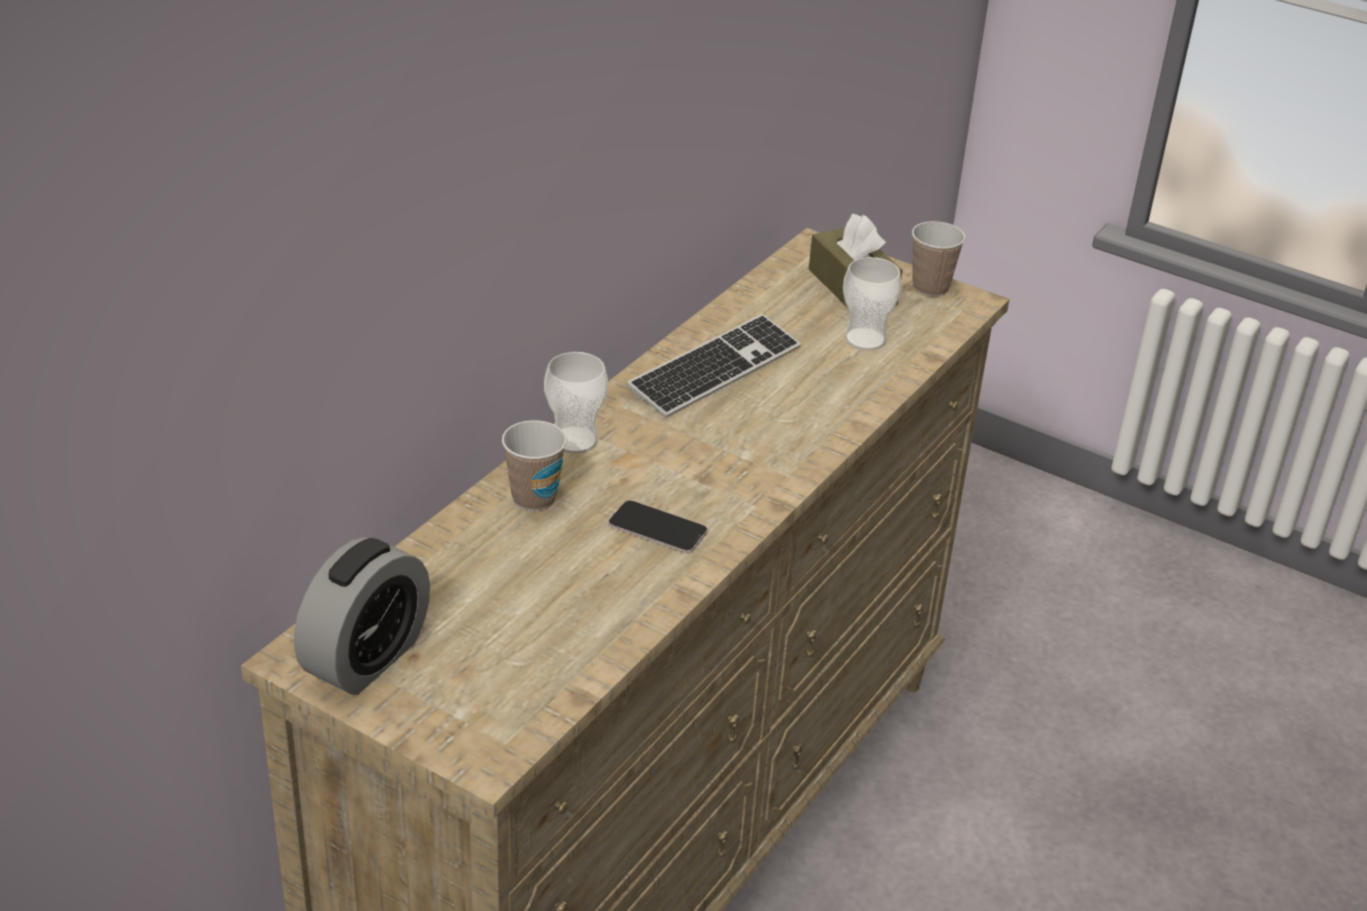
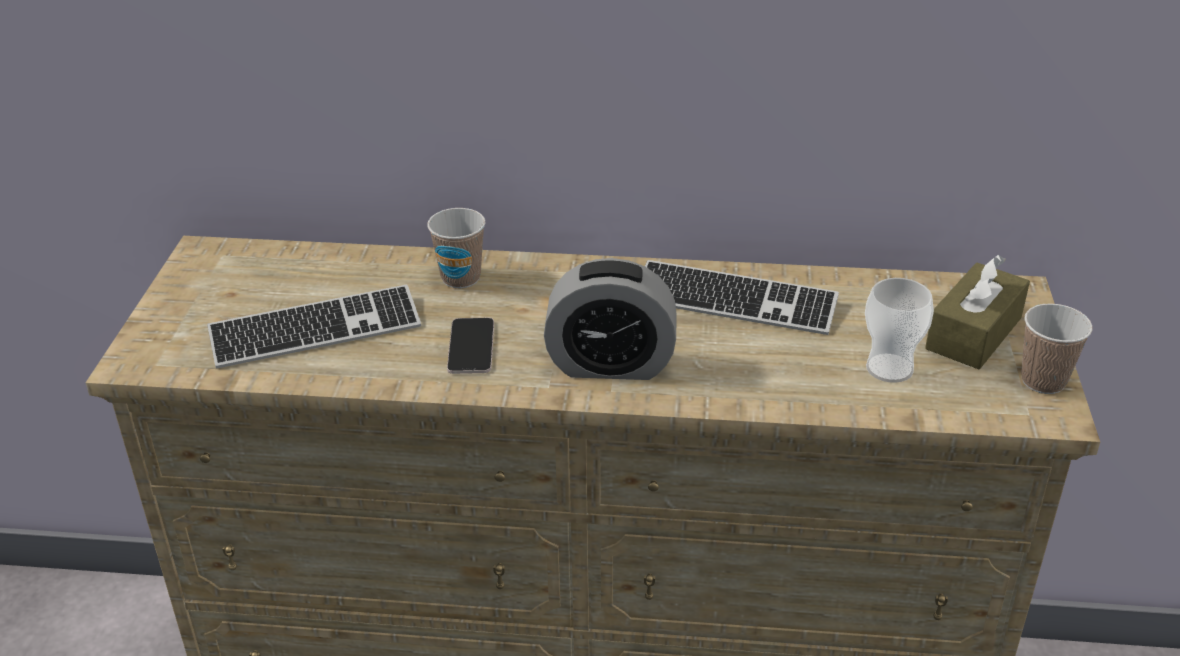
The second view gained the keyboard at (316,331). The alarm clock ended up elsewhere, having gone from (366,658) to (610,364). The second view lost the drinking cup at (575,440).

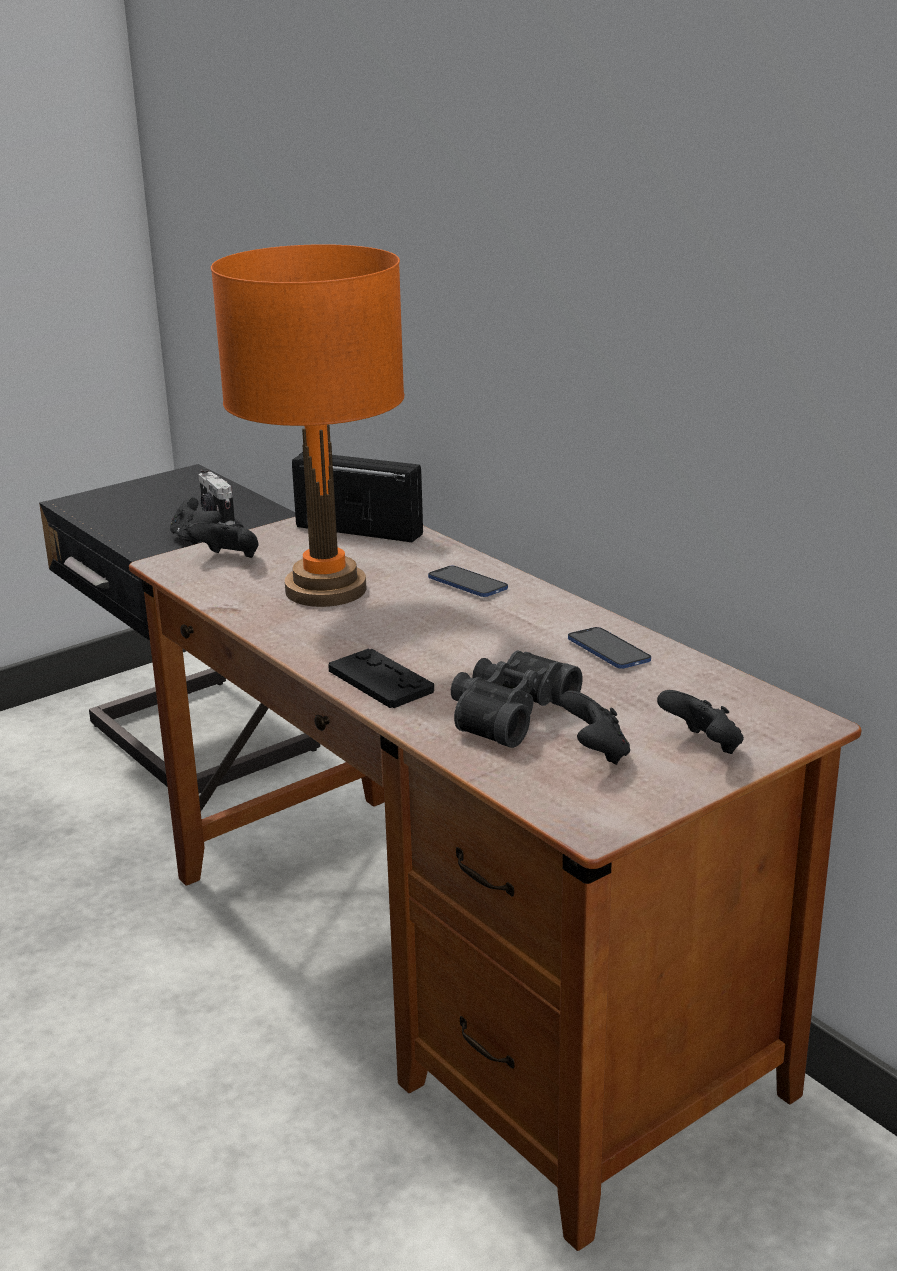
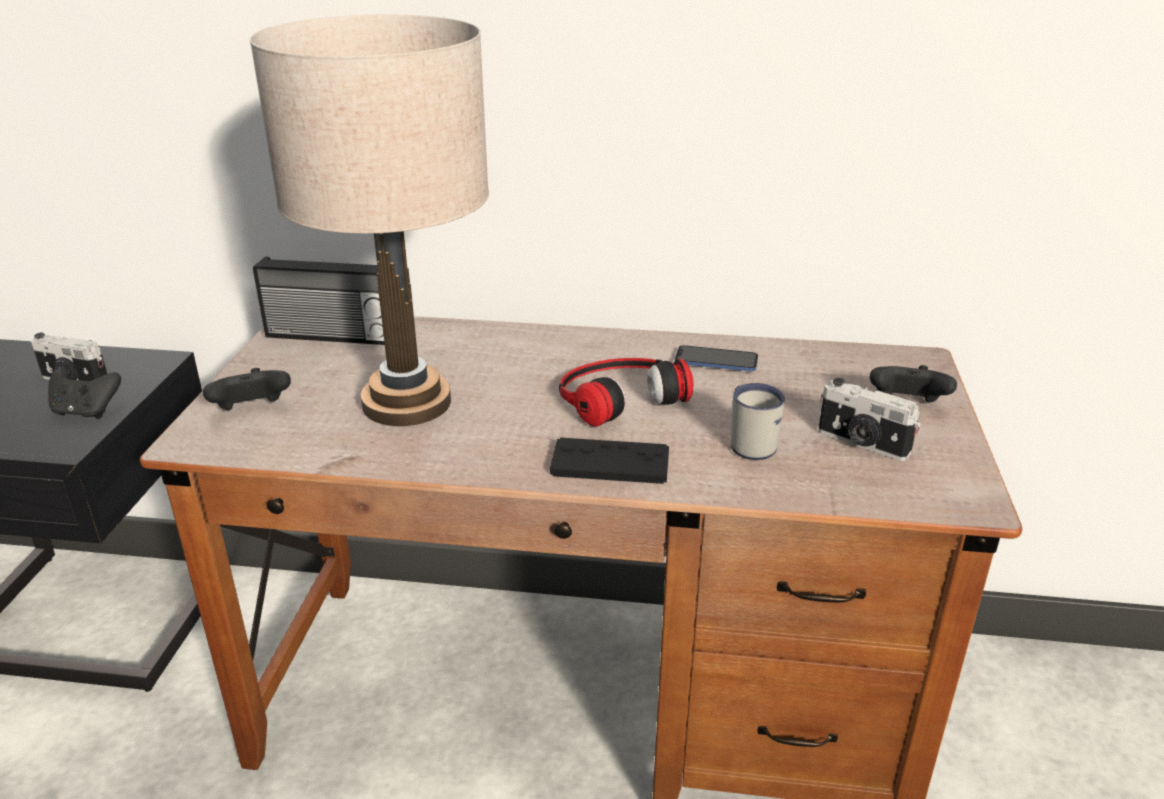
What was the orange tabletop lamp at (325,590) turned into the sand-coloured tabletop lamp at (406,403). The radio at (360,529) ended up facing another way, 150 degrees counterclockwise from before. The second view gained the headphones at (619,395). Where the blackish field glasses stood at (507,713), the whitish tea mug came to stand at (750,443). Where the blackish game controller stood at (596,752), the photo camera came to stand at (862,443). The second view lost the phone at (467,584).

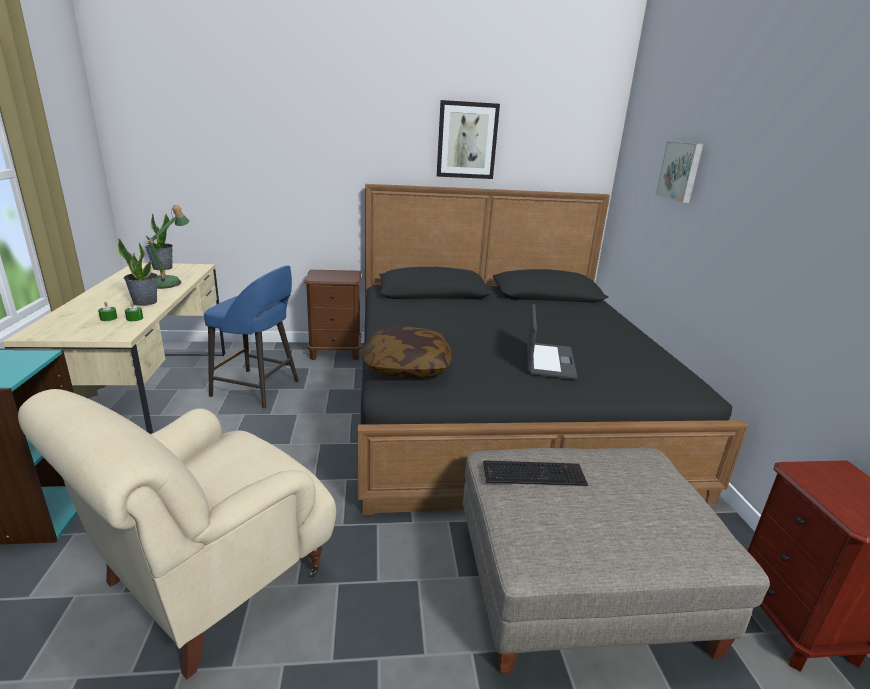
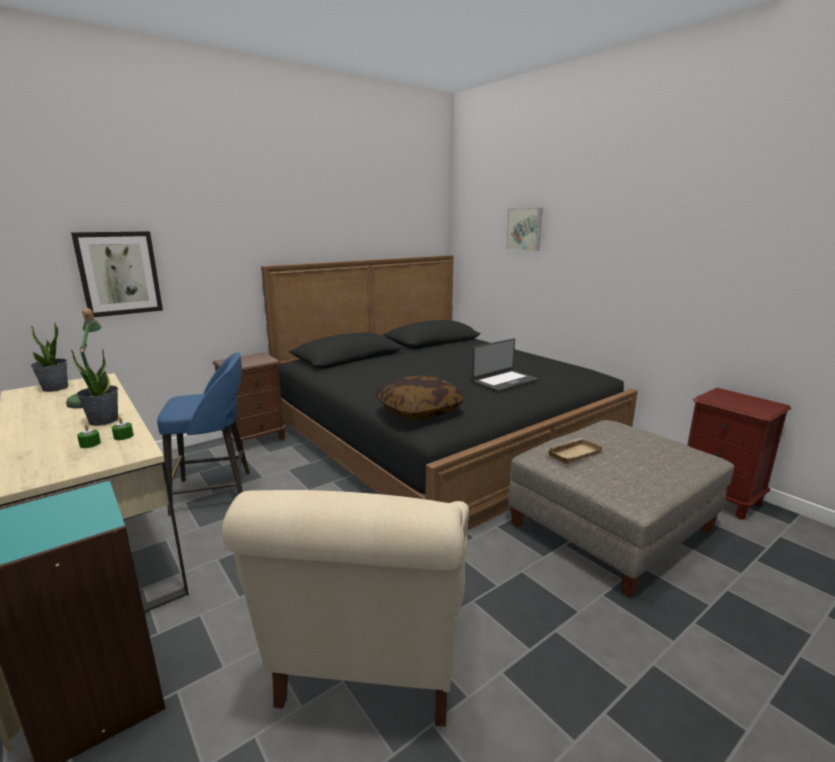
The wall art ended up elsewhere, having gone from (467,140) to (119,273). The portable computer at (548,361) ended up facing another way, 75 degrees clockwise from before. Where the keyboard stood at (534,473), the sand-coloured tray came to stand at (573,453).

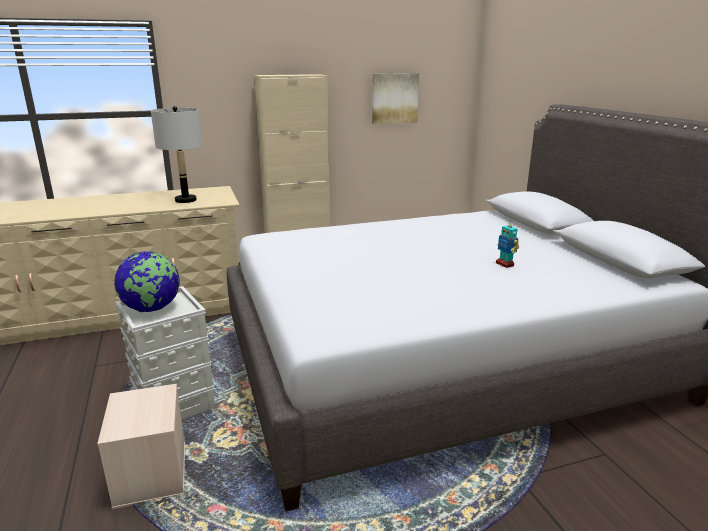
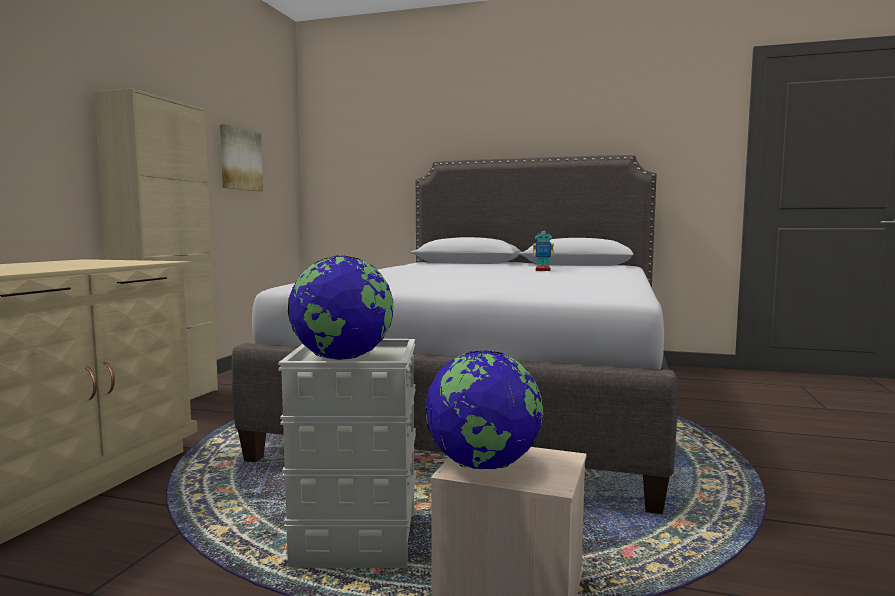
The second view gained the desk globe at (484,465). The second view lost the greyish tabletop lamp at (186,200).

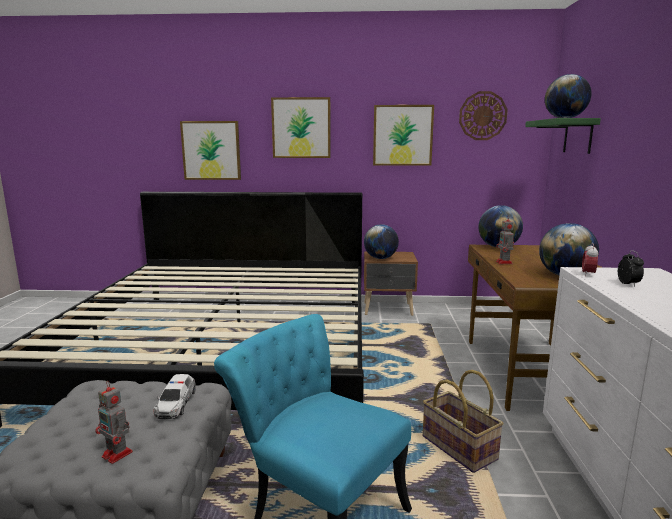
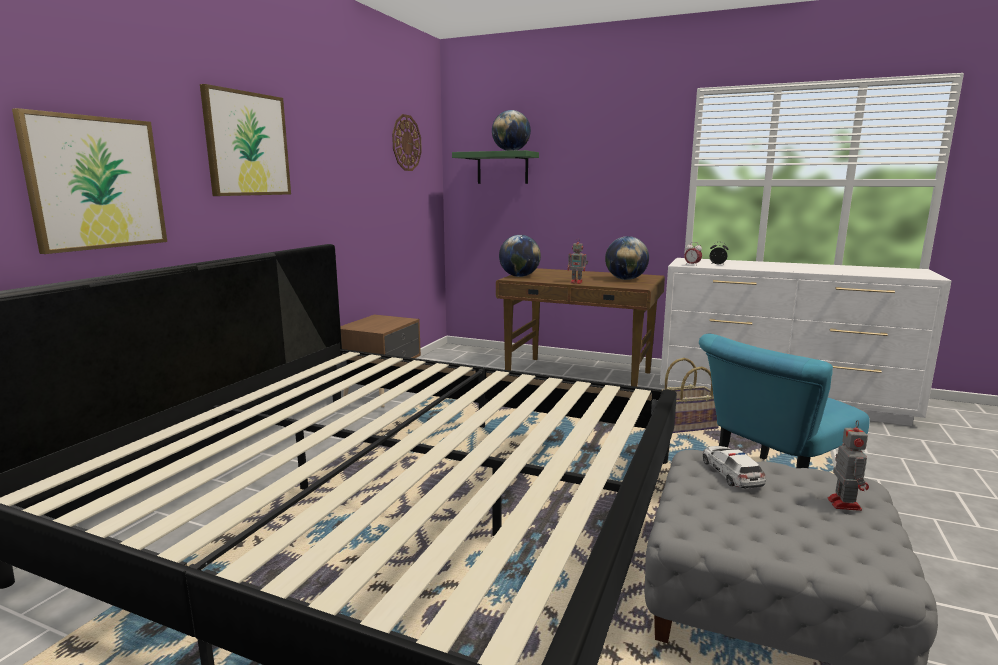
The miniature car at (175,403) ended up facing another way, 120 degrees counterclockwise from before. The robot figure at (118,455) ended up facing another way, 45 degrees counterclockwise from before. The second view lost the desk globe at (380,258). The second view lost the wall art at (402,135).

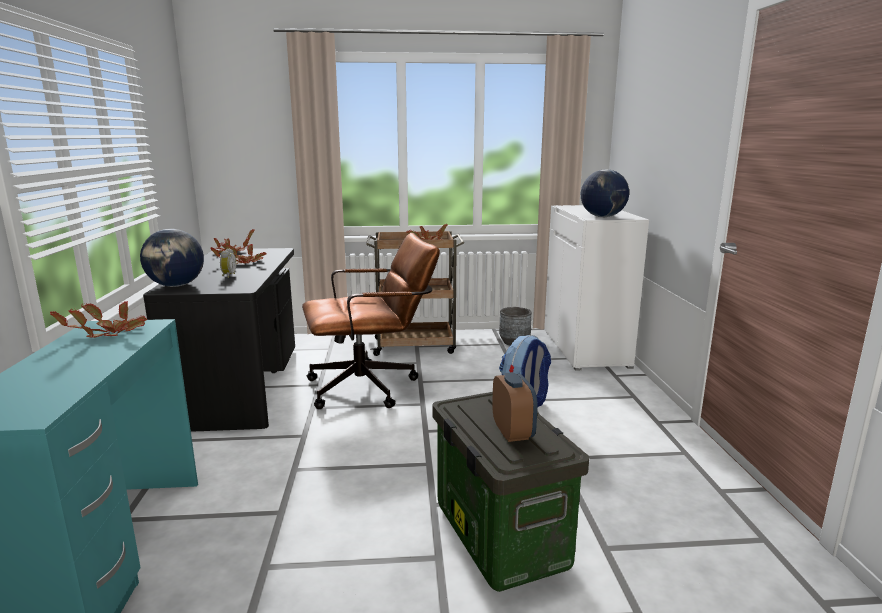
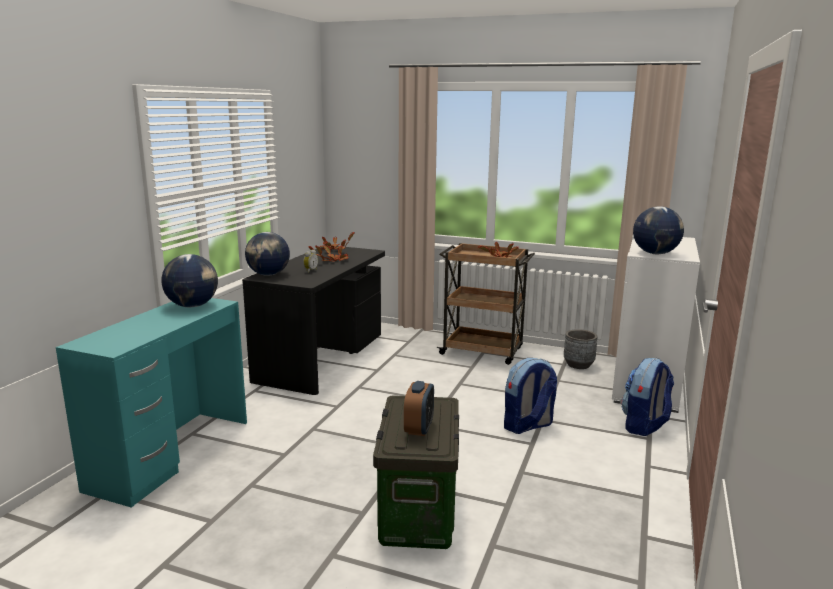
Where the houseplant stood at (110,333), the desk globe came to stand at (193,306). The second view gained the rucksack at (644,426). The second view lost the brown desk chair at (372,386).

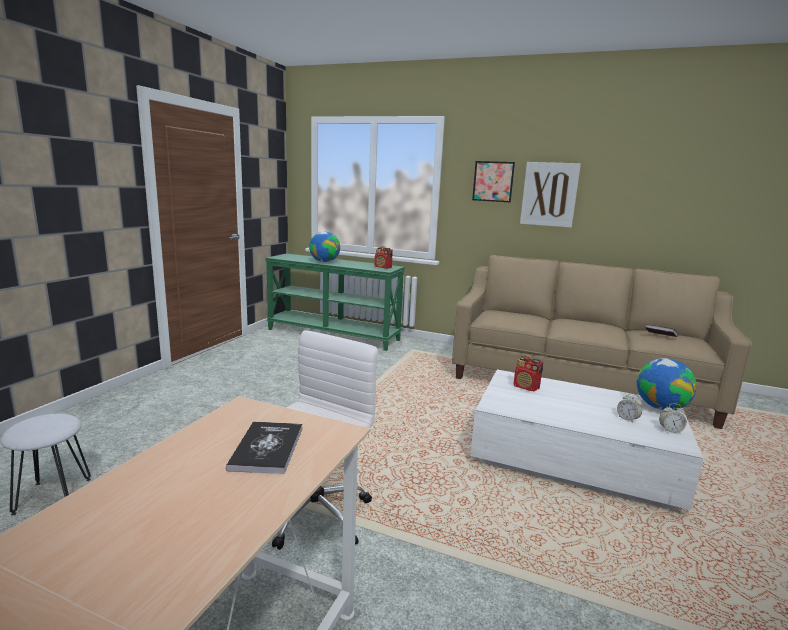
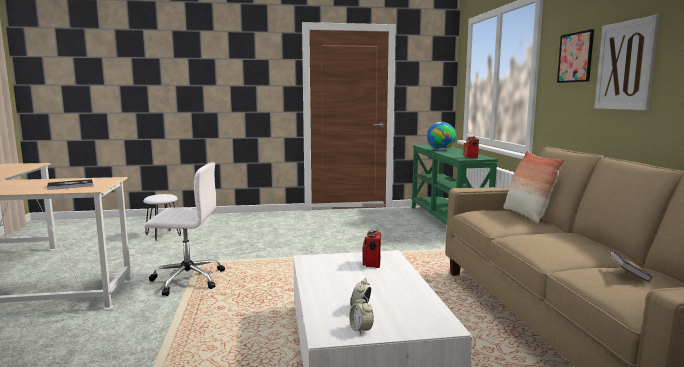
The second view gained the pillow at (527,215). The second view lost the desk globe at (660,407).

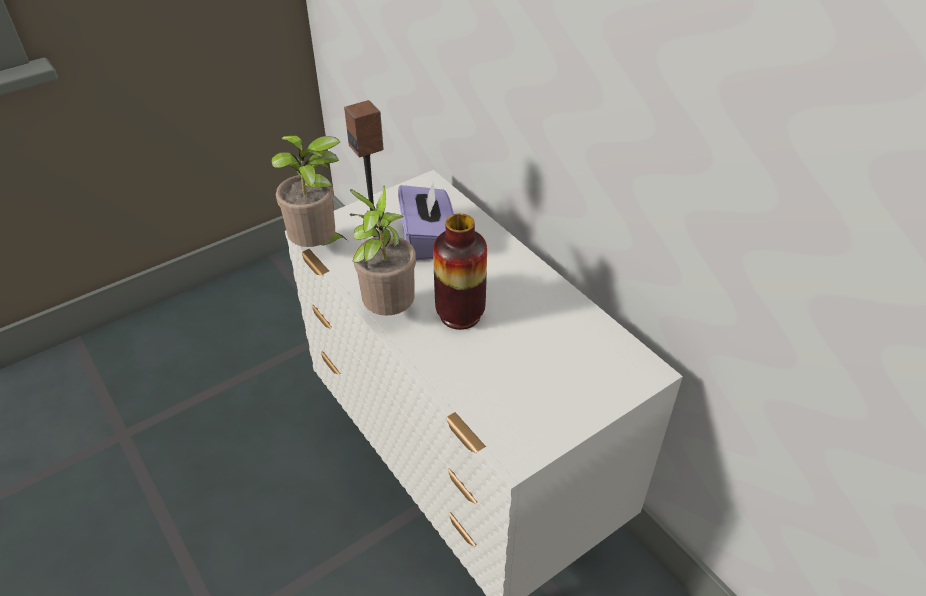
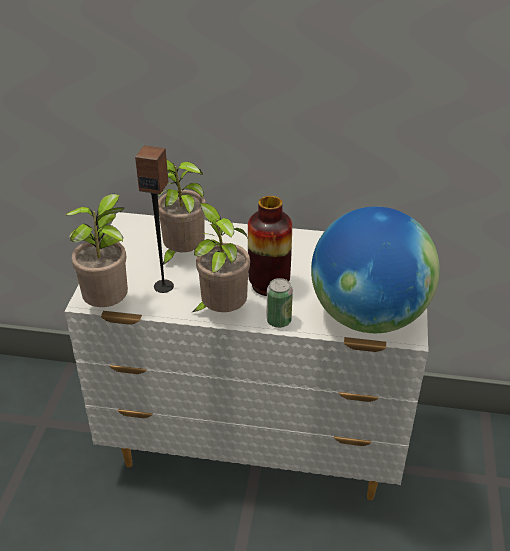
Where the purple tissue holder stood at (428,240), the houseplant came to stand at (182,255). The second view gained the metal can at (278,321). The second view gained the desk globe at (367,316).

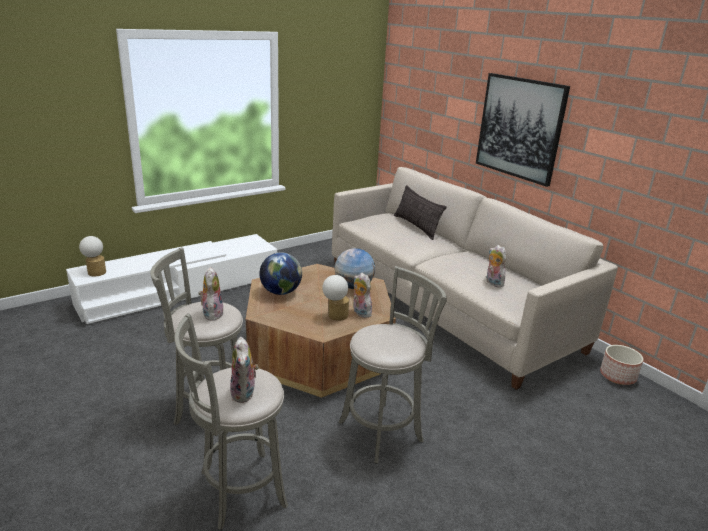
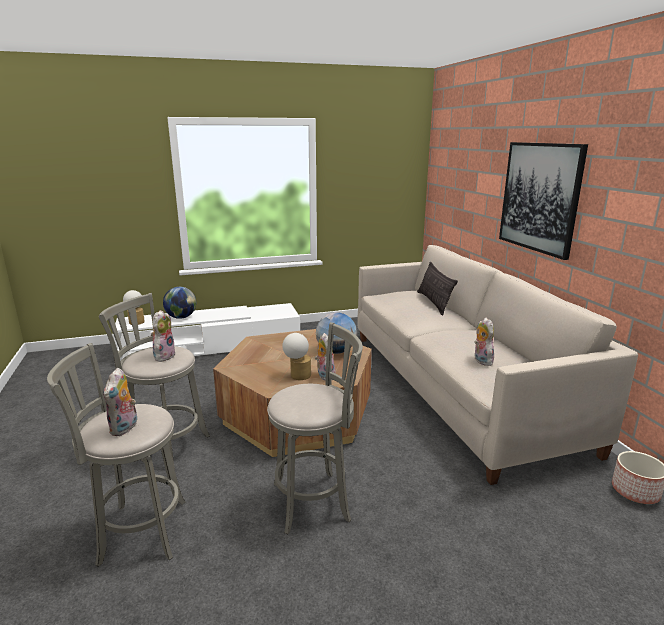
The desk globe ended up elsewhere, having gone from (281,292) to (181,317).

